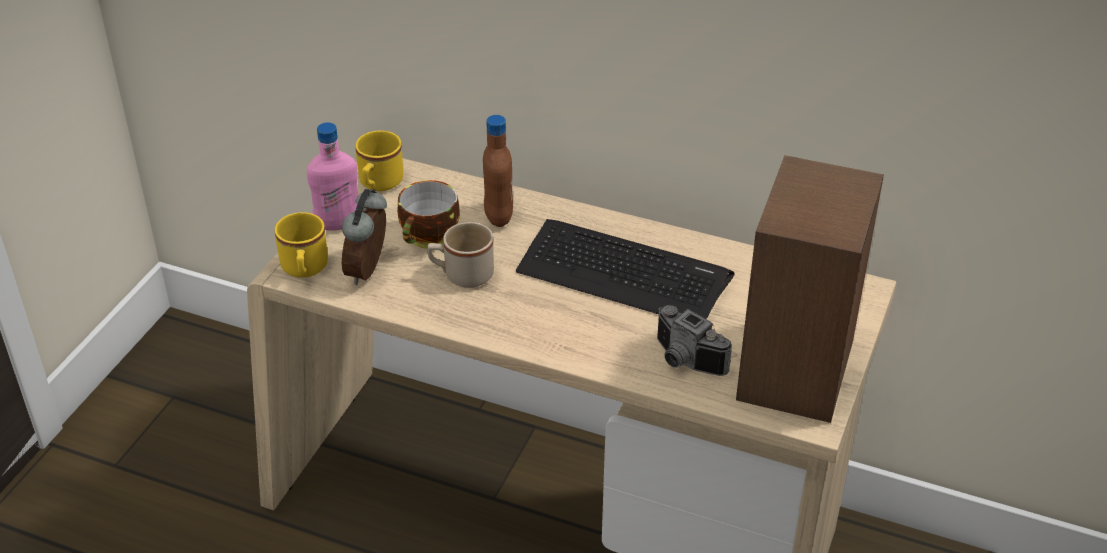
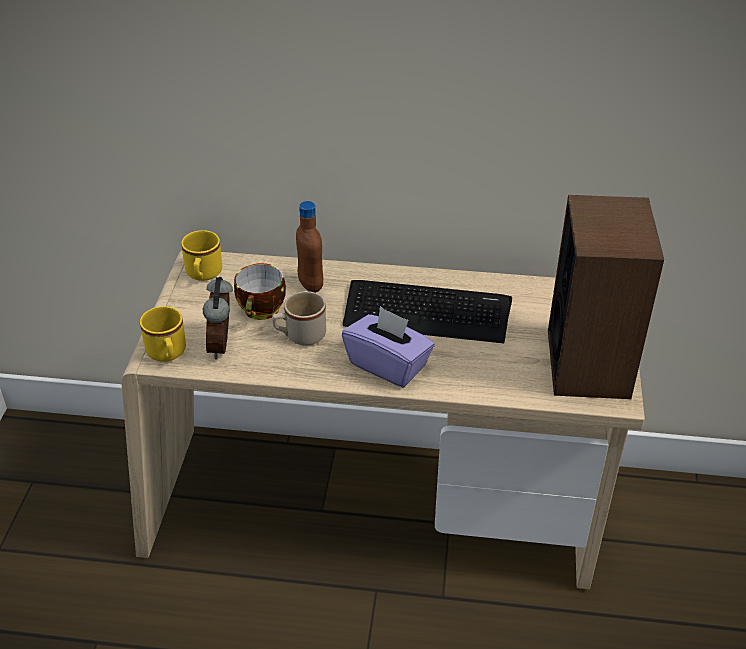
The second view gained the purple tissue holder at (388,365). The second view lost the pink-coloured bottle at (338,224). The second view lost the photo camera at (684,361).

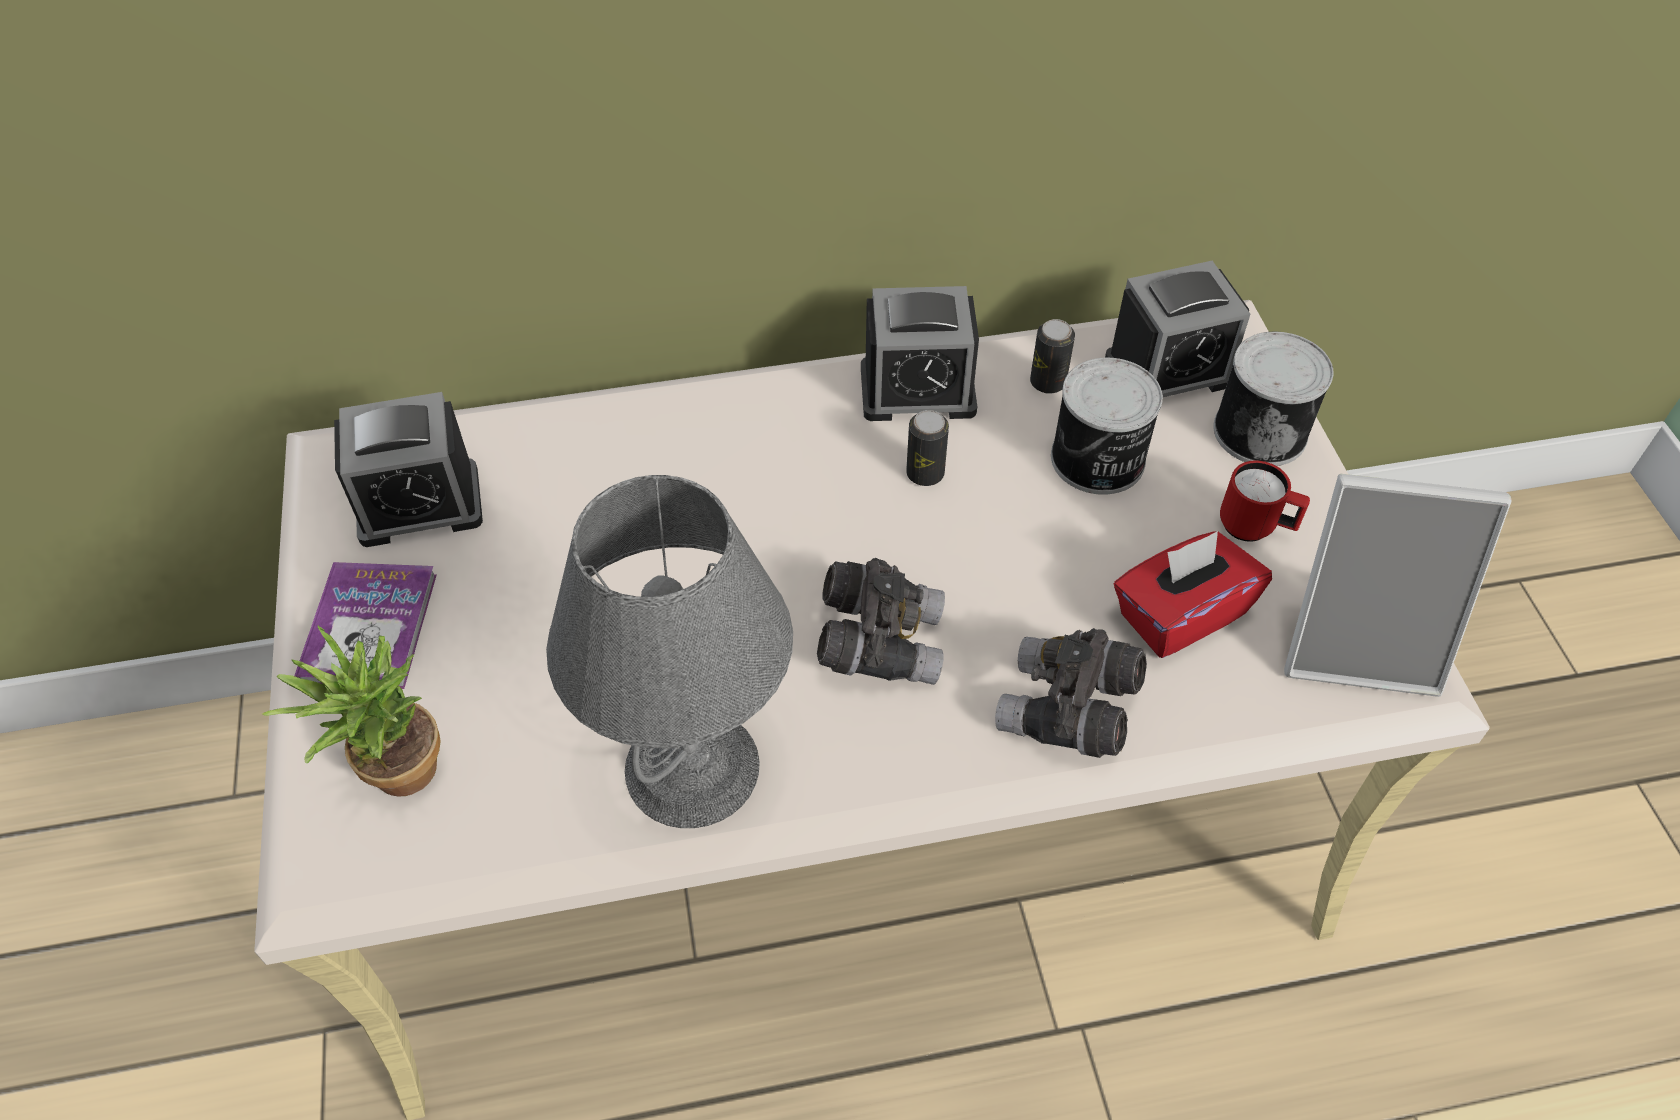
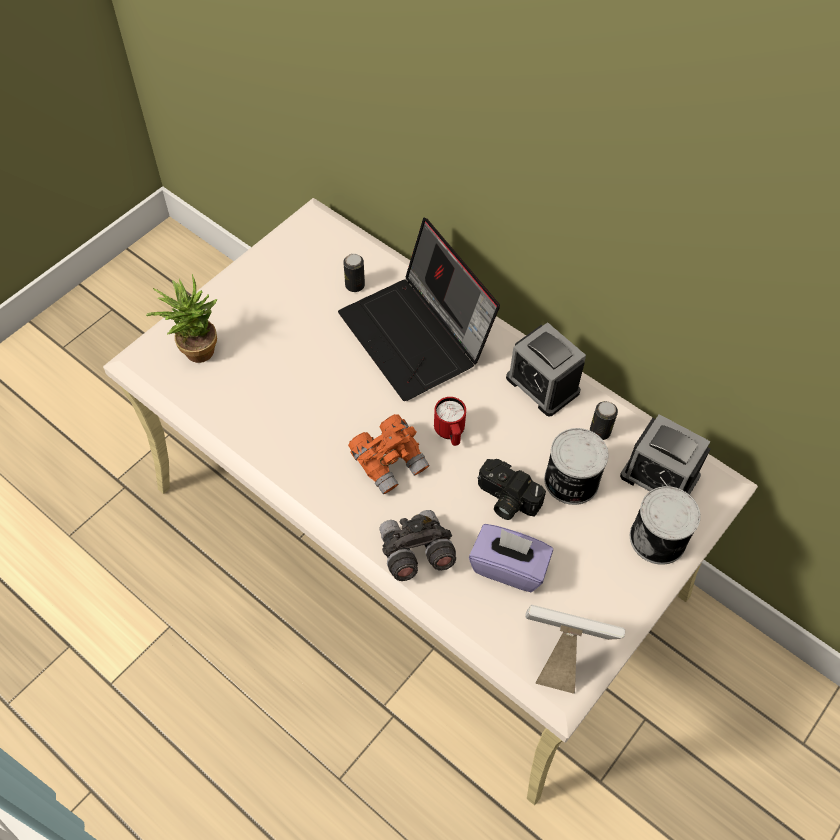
The second view gained the portable computer at (417,337). The metal can ended up elsewhere, having gone from (925,473) to (355,285). What was the greyish field glasses at (879,642) turned into the orange field glasses at (390,461). The red tea mug ended up elsewhere, having gone from (1255,528) to (450,433). What was the red tissue holder at (1179,614) turned into the purple tissue holder at (508,567). The second view gained the photo camera at (505,500). The standing frame at (1359,642) ended up facing another way, 135 degrees clockwise from before. The second view lost the bound book at (369,627). The second view lost the alarm clock at (419,505). The second view lost the greyish tabletop lamp at (693,768).

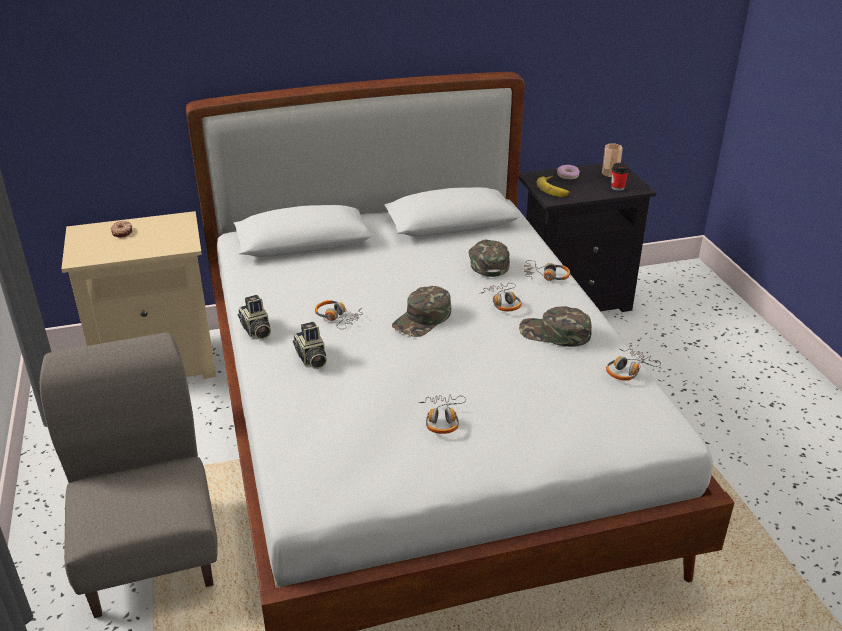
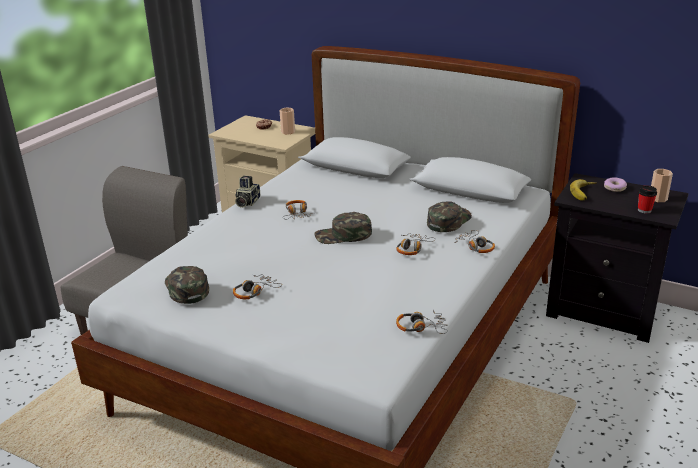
The green-coloured peaked cap ended up elsewhere, having gone from (554,333) to (186,288). The second view gained the drinking cup at (288,132). The second view lost the photo camera at (311,359).

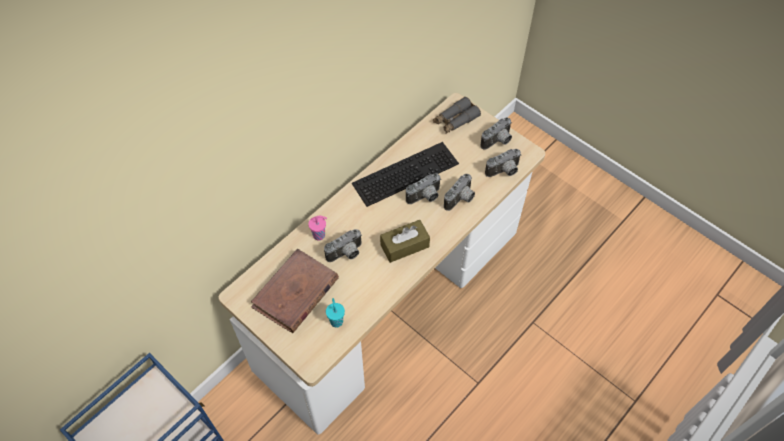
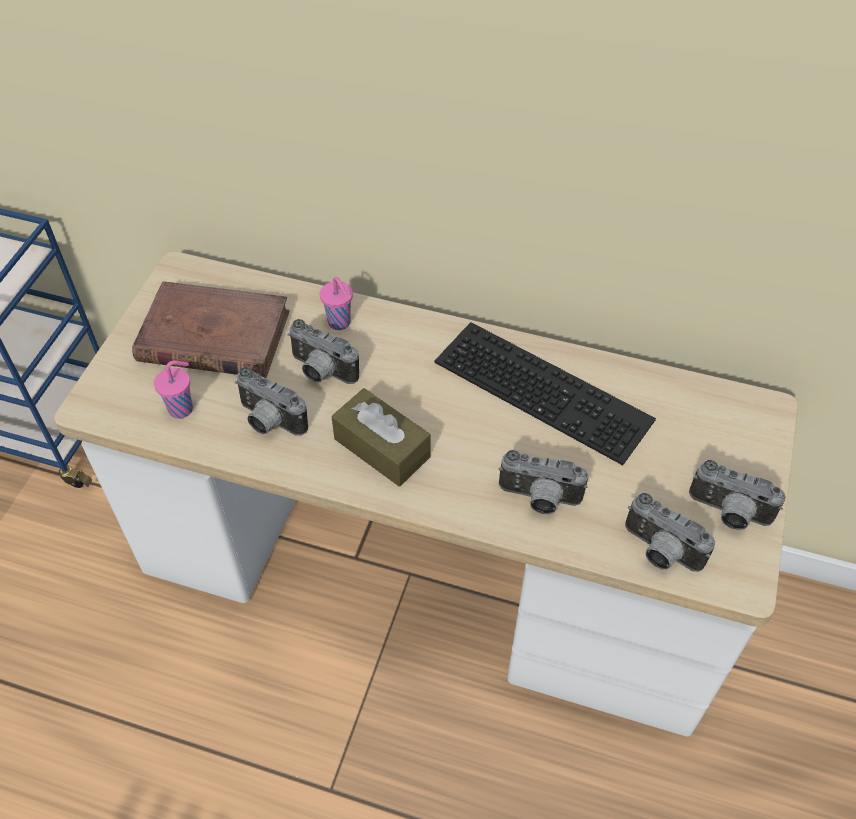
What was the turquoise-coloured drinking cup at (336,321) turned into the pink-coloured drinking cup at (182,408). The photo camera ended up elsewhere, having gone from (425,197) to (268,422). The second view lost the greyish field glasses at (455,120).

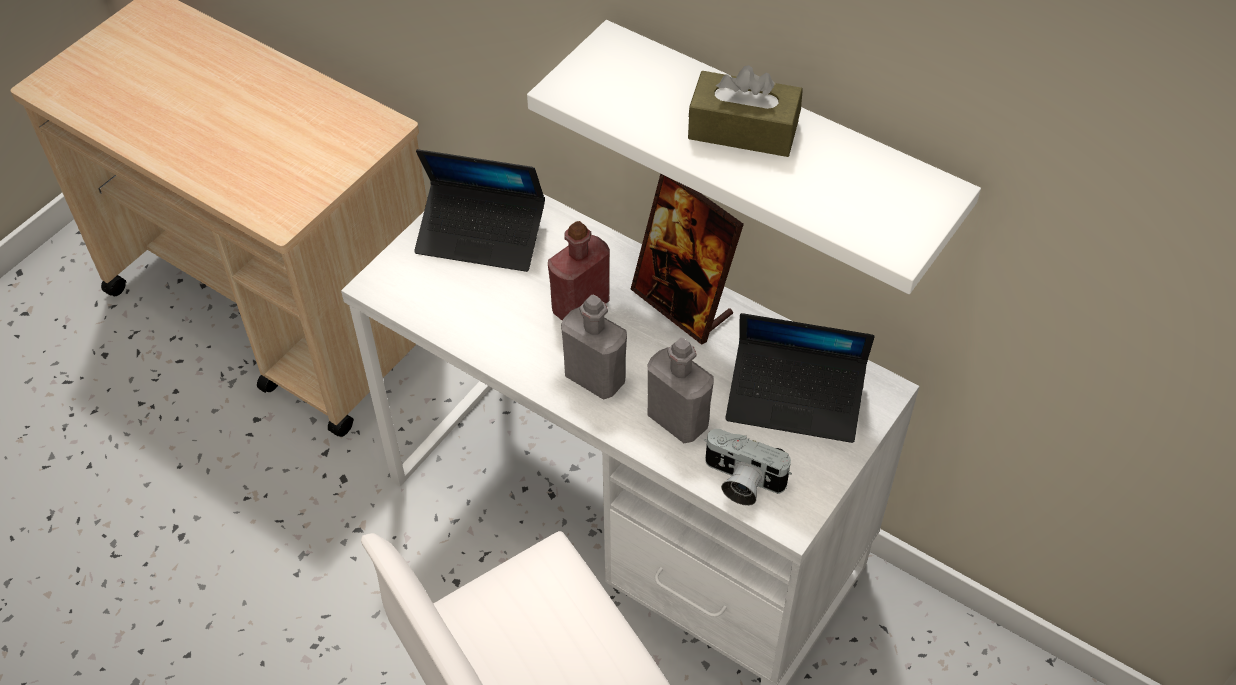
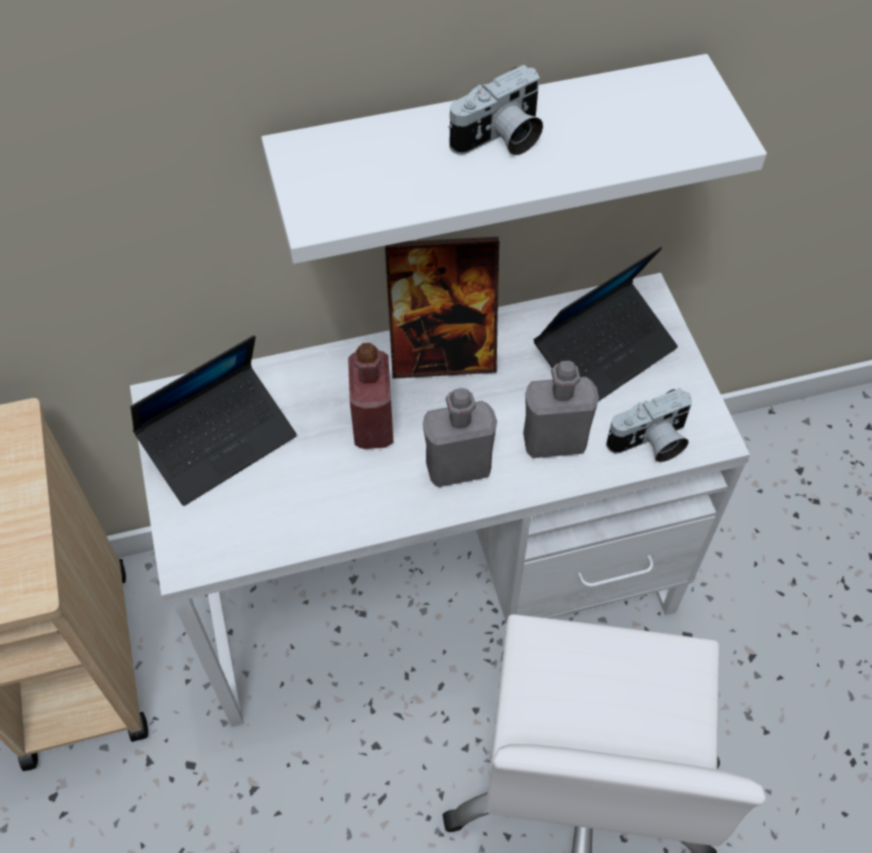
Where the brown tissue holder stood at (743,130), the photo camera came to stand at (500,139).

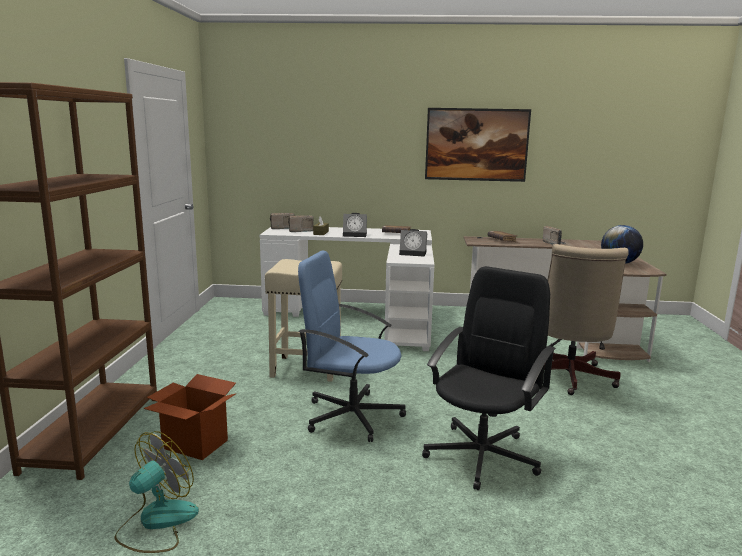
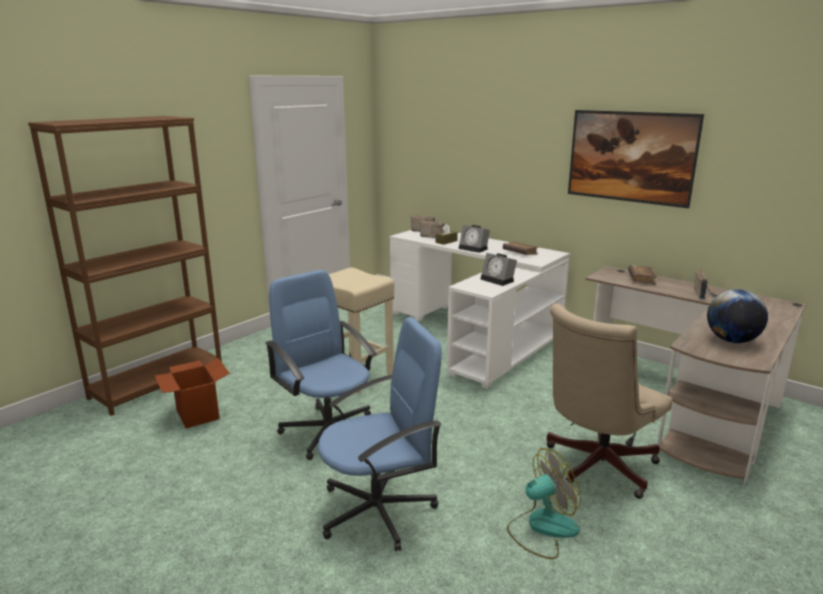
What was the blackish desk chair at (482,455) turned into the bluish desk chair at (379,510). The electric fan ended up elsewhere, having gone from (157,522) to (542,528).

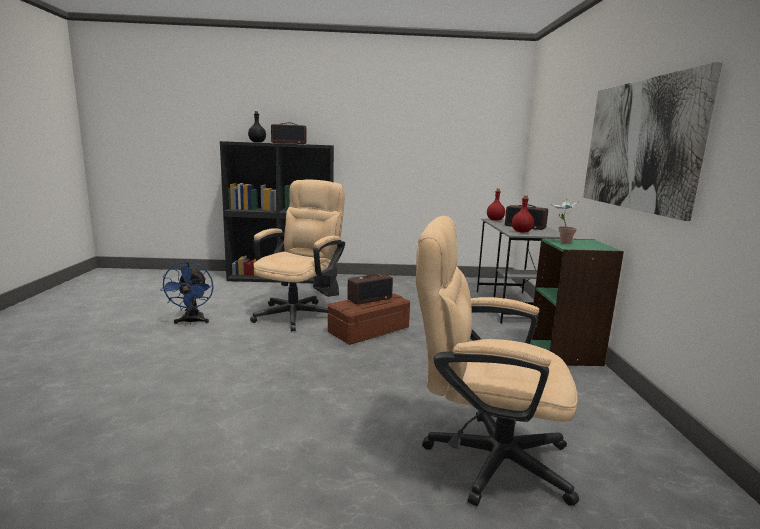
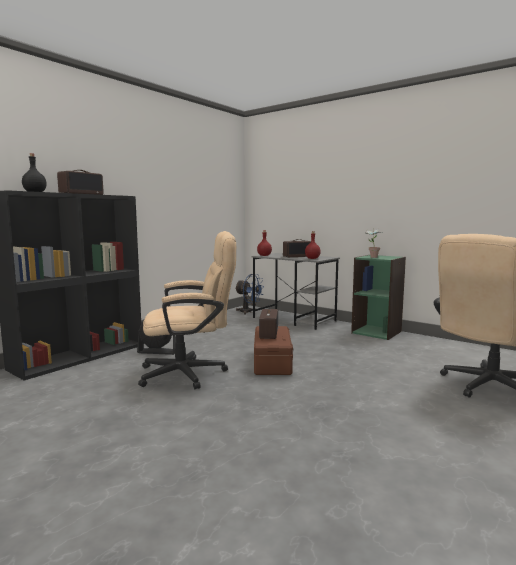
The sand-coloured desk chair at (299,313) ended up facing another way, 105 degrees clockwise from before. The bluish electric fan ended up elsewhere, having gone from (192,322) to (248,312). The second view lost the wall art at (639,145).

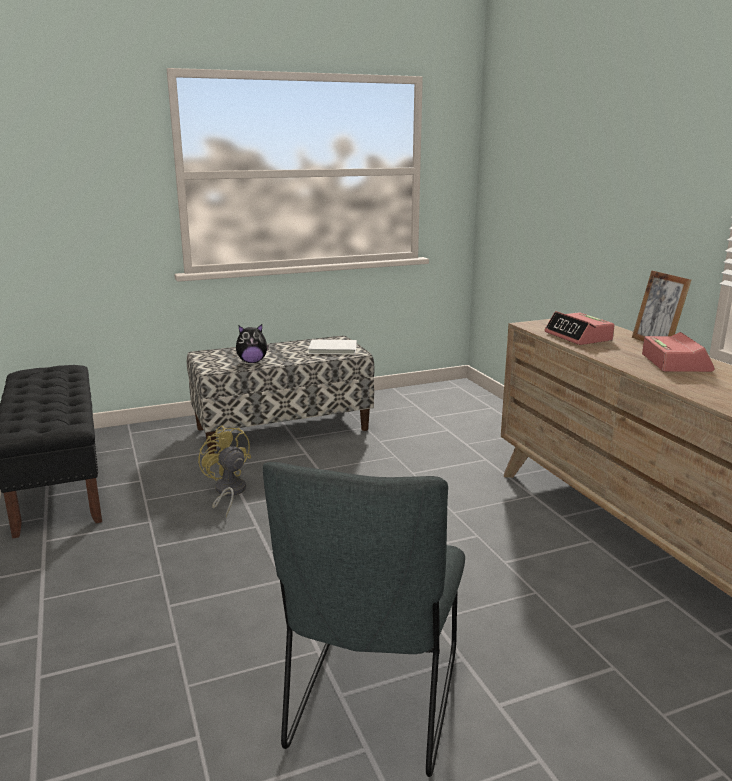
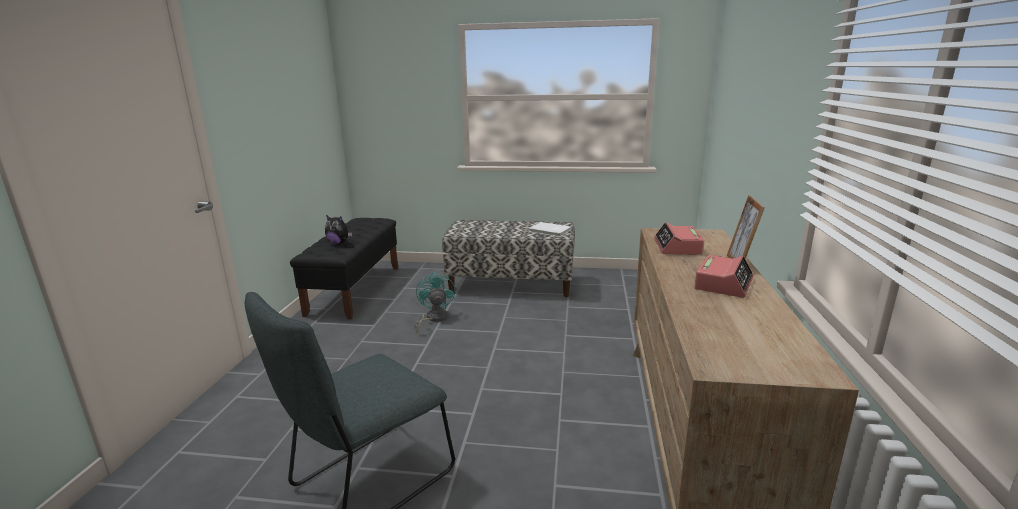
The plush toy ended up elsewhere, having gone from (252,362) to (339,243). What was the yellow electric fan at (228,493) turned into the turquoise-coloured electric fan at (433,319).

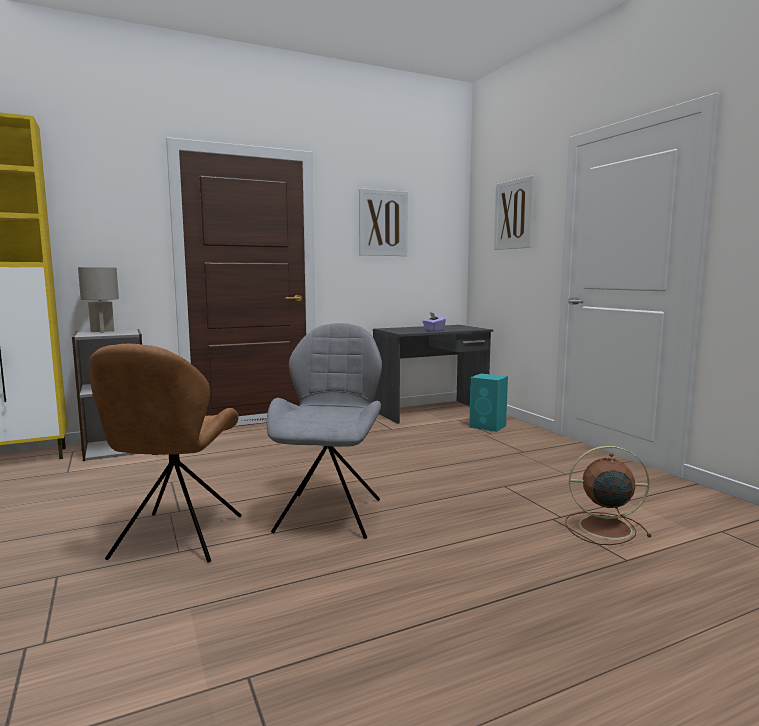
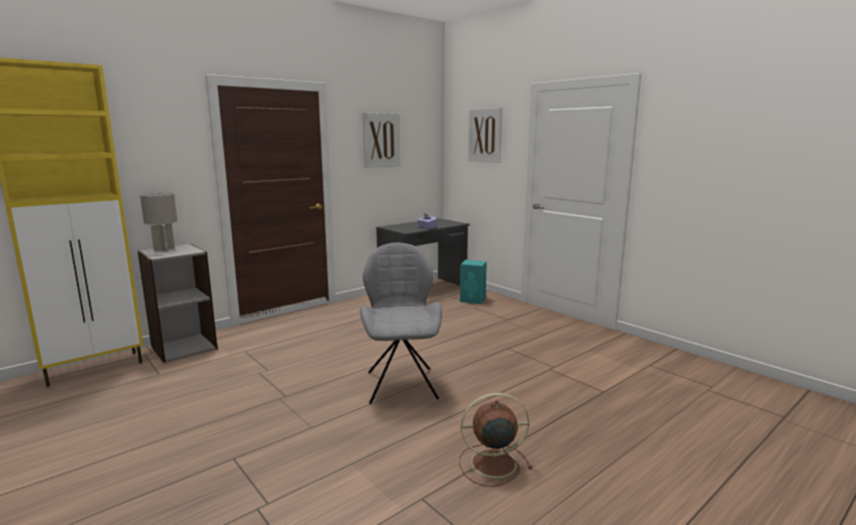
The brown electric fan ended up elsewhere, having gone from (602,528) to (491,463). The second view lost the brown plain chair at (176,539).

